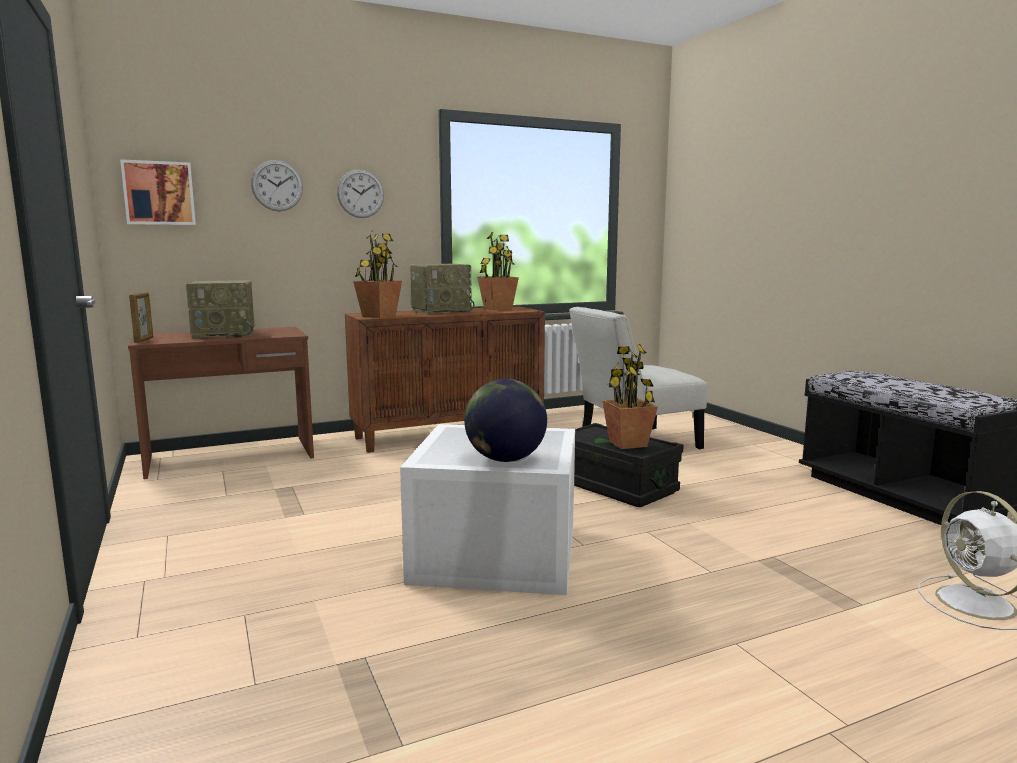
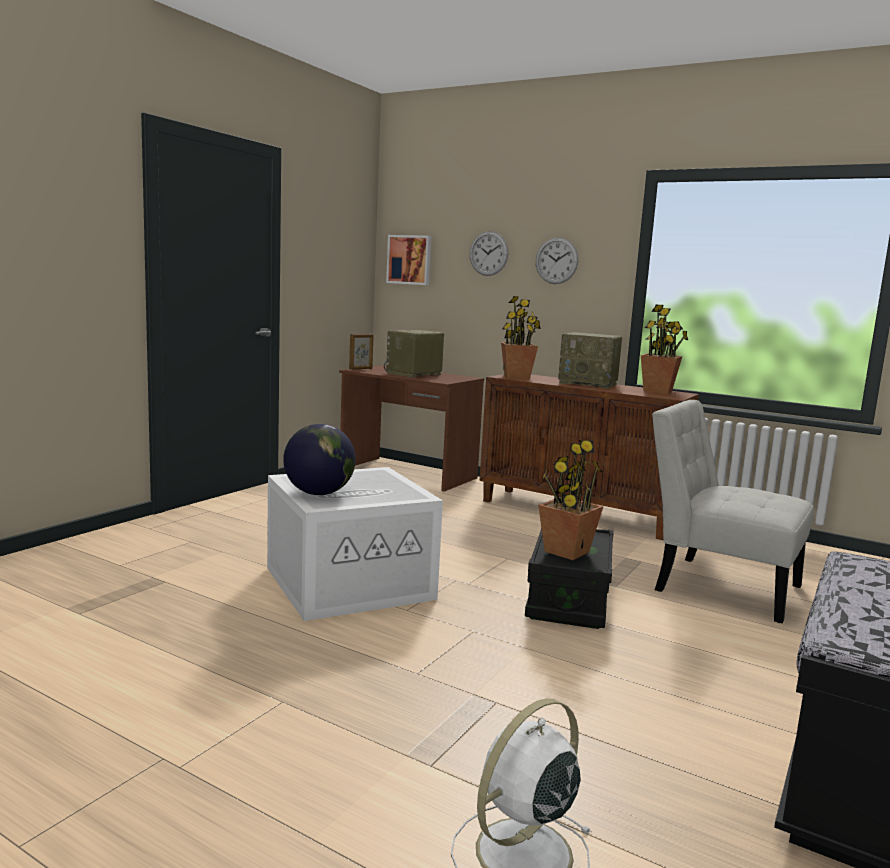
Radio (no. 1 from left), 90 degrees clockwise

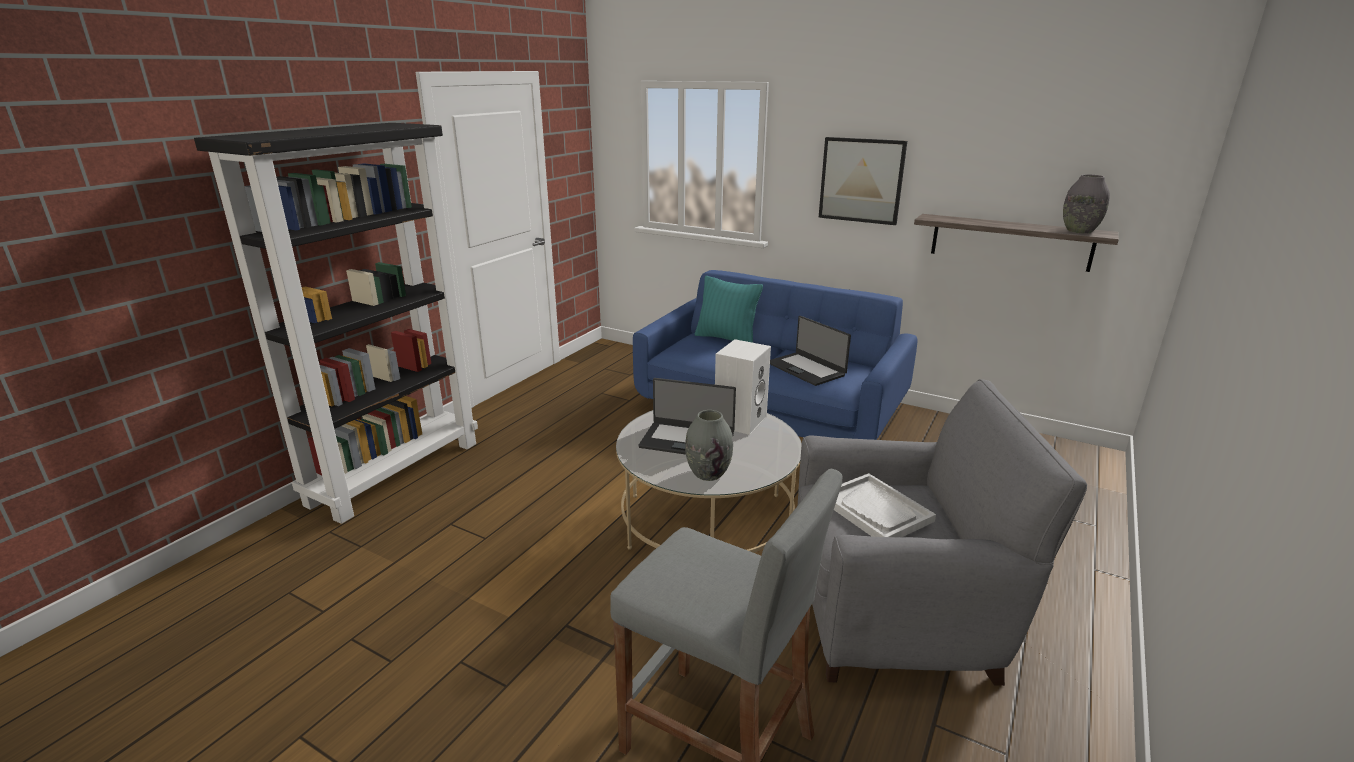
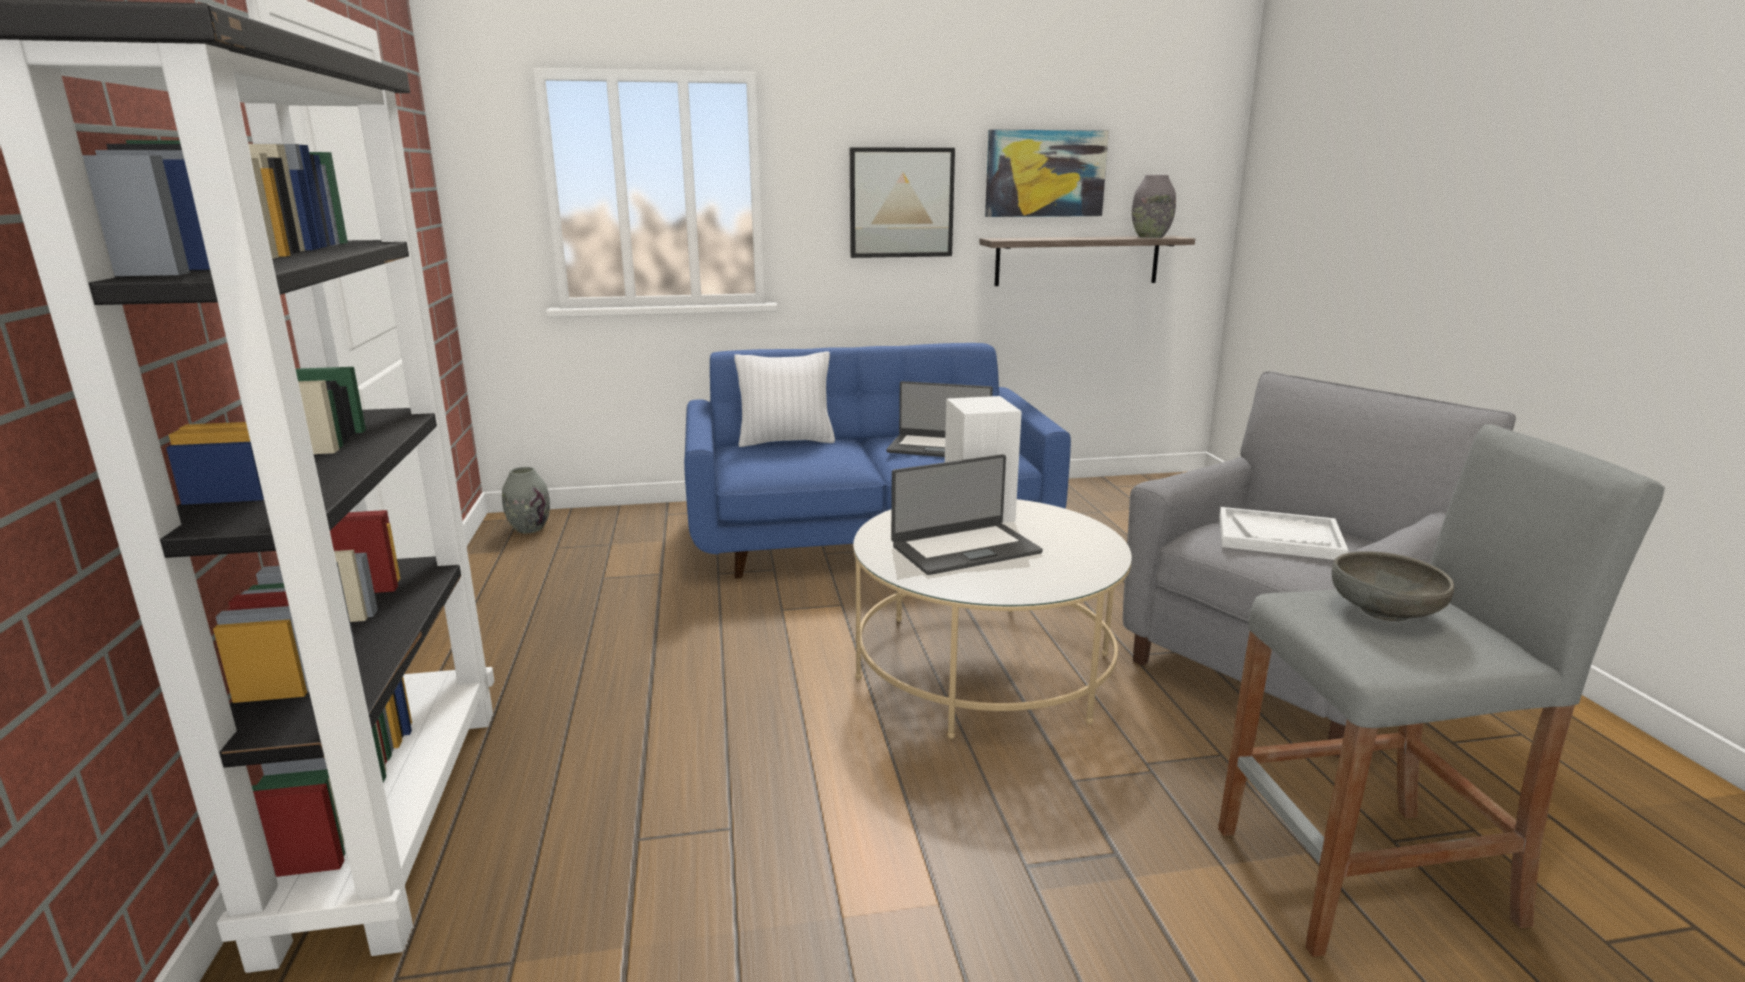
Vase (grau) (no. 1 from left), relocated
Kissen (türkis) → Kissen (weiß)
- → Bild (no. 2 from left)
- → Schüssel (grau)

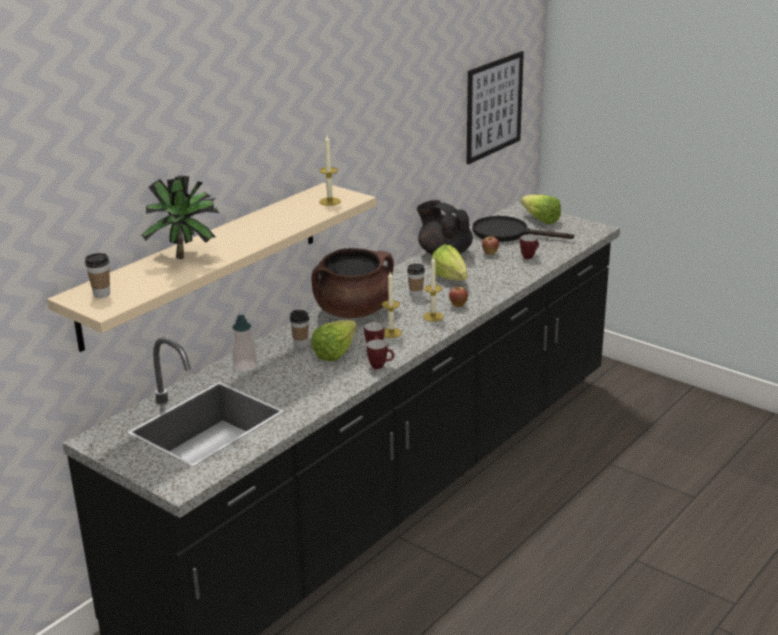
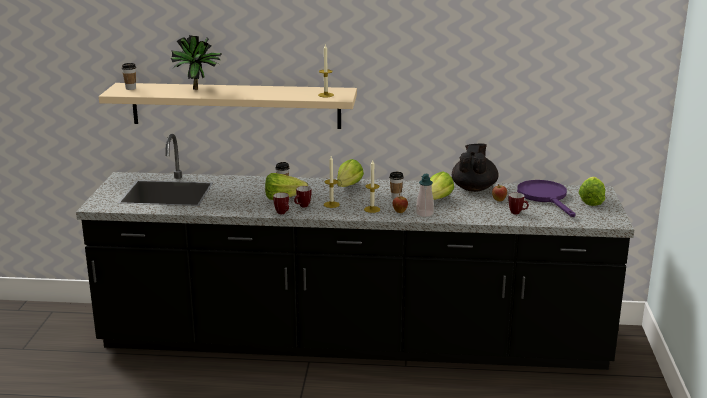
Kochtopf (braun) → Salatkopf (no. 2 from left)
Seifenspender, relocated
Pfanne (schwarz) → Pfanne (lila)
Bild → -

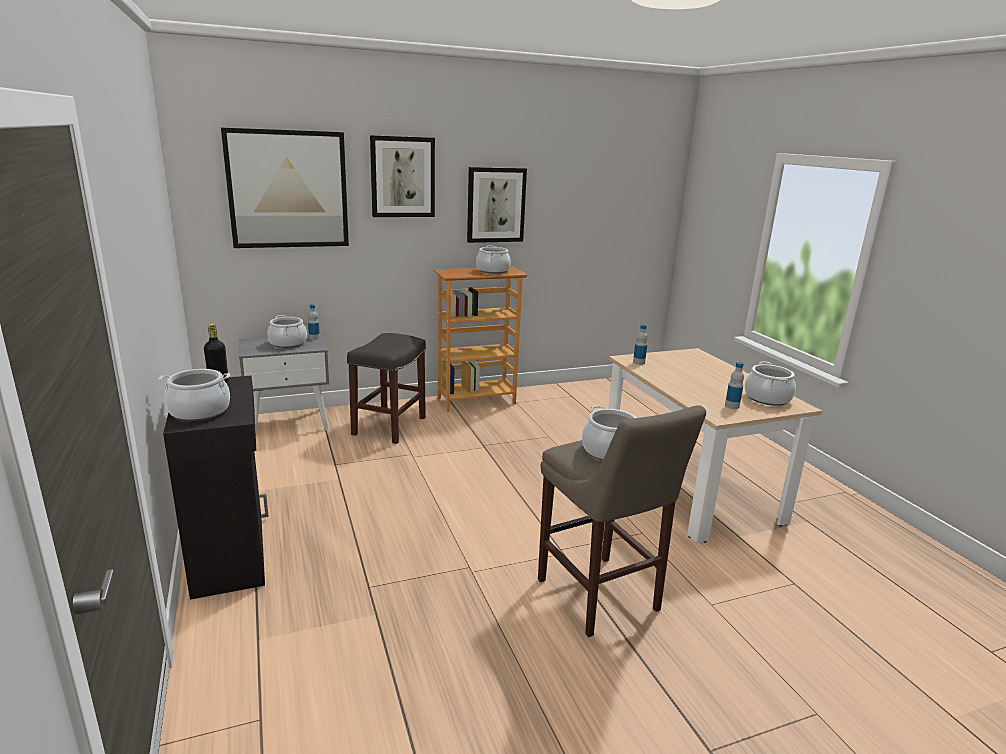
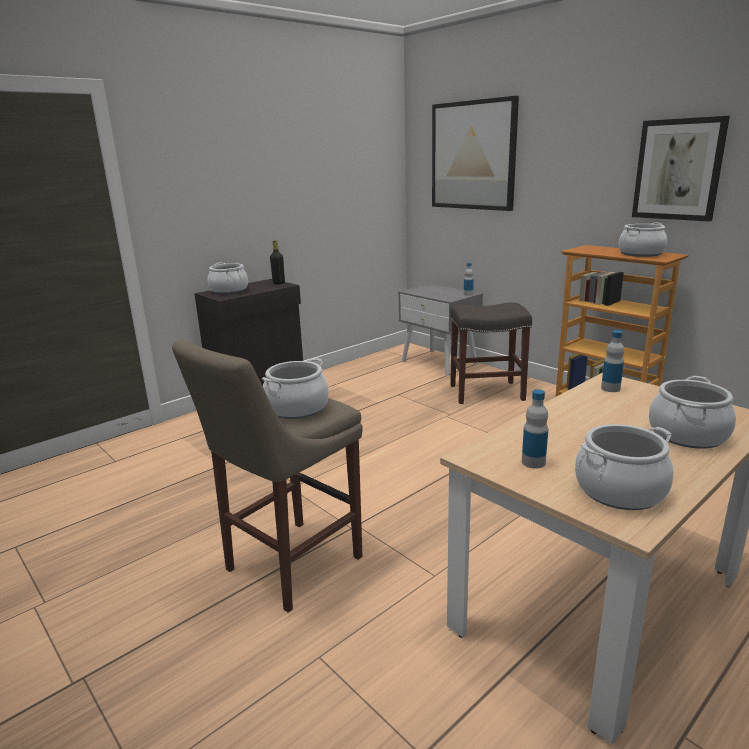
Kochtopf (no. 2 from left in the first image) → Kochtopf (no. 5 from left), relocated
Bild (no. 2 from left) → -

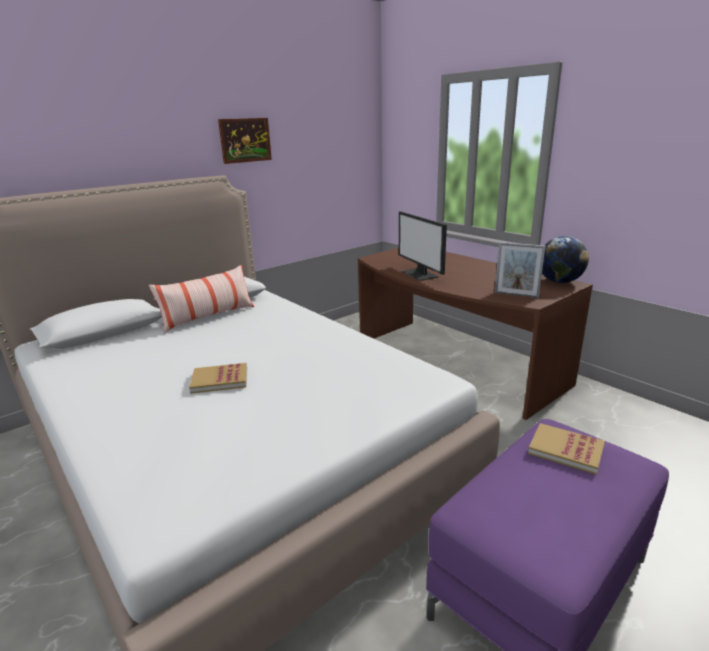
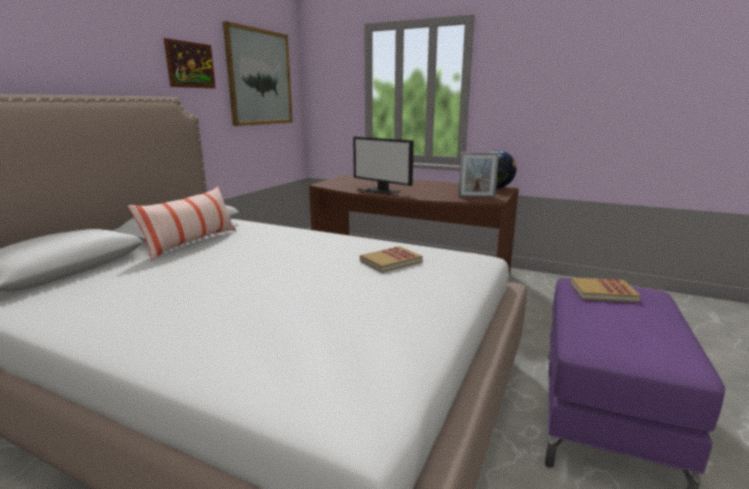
- → Bild (no. 2 from left)
Buch (no. 1 from left), relocated

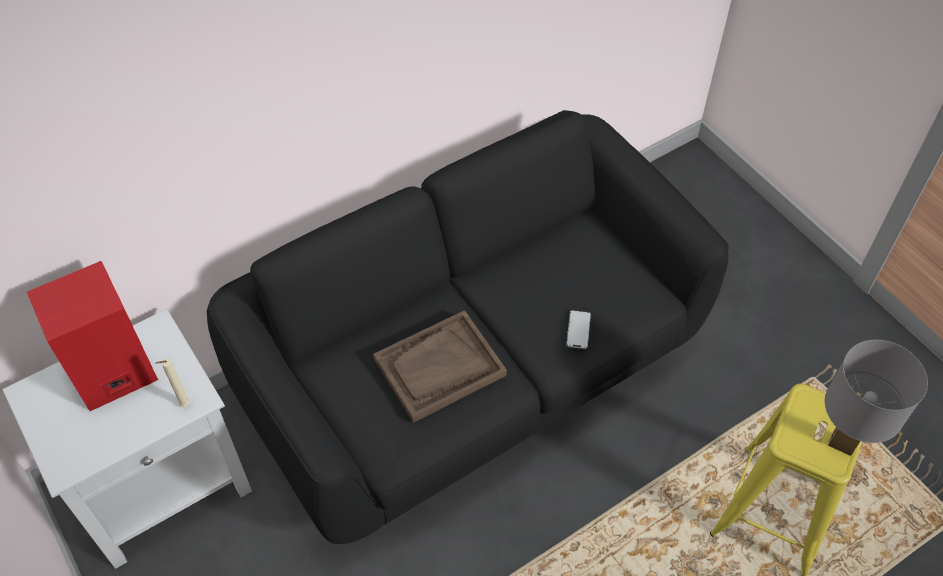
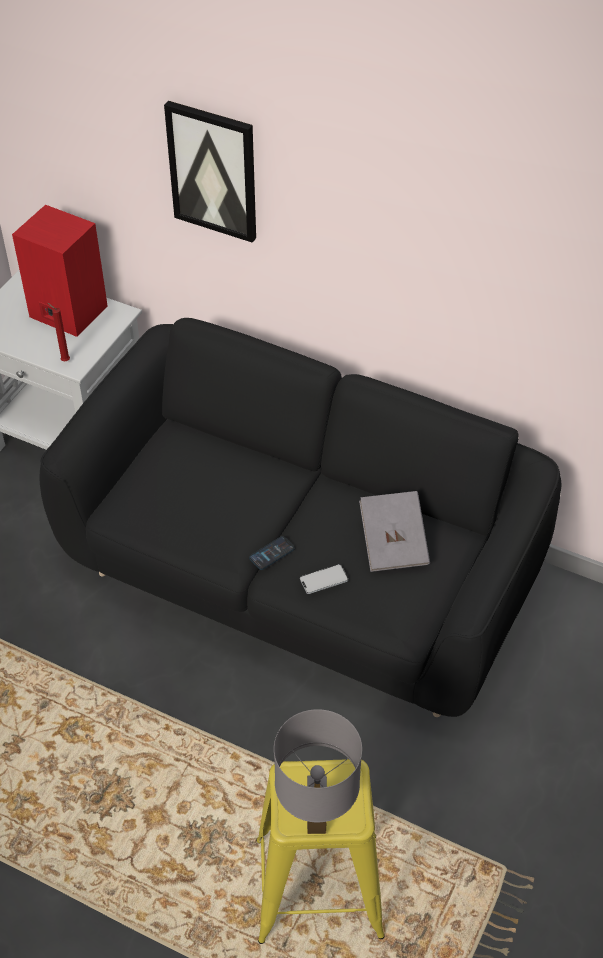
Kerze (beige) → Kerze (rot)
- → Bild
- → Handy (no. 1 from left)
- → Buch (grau)
Tablett (braun) → -

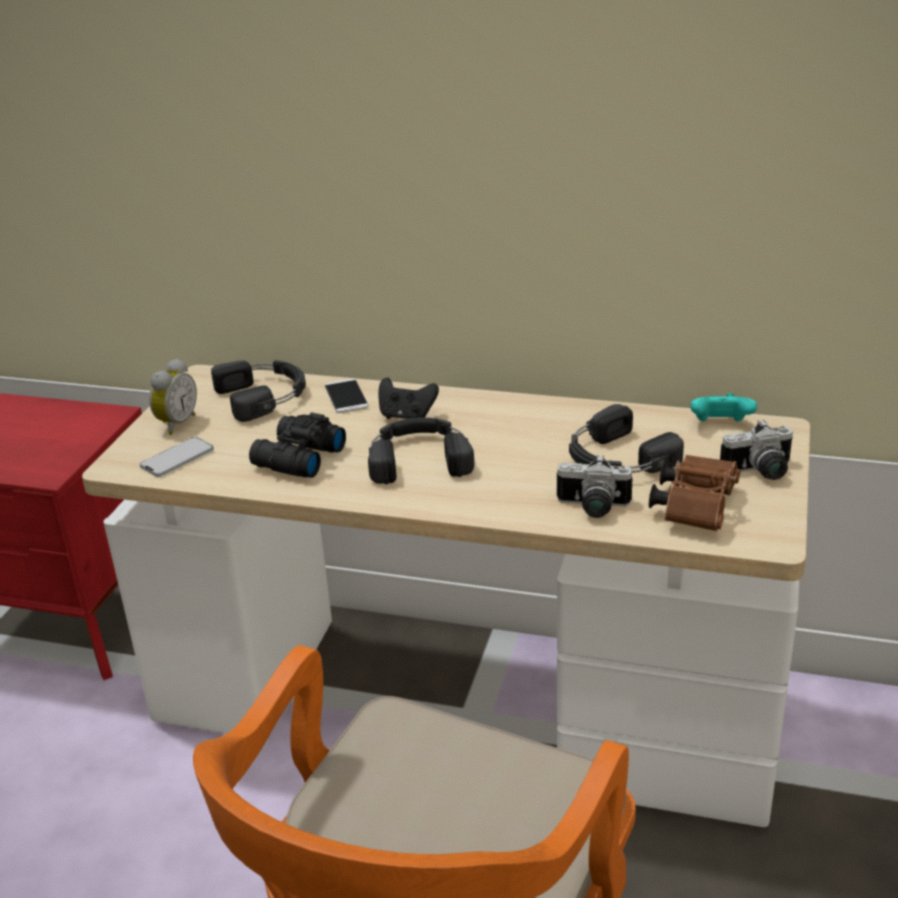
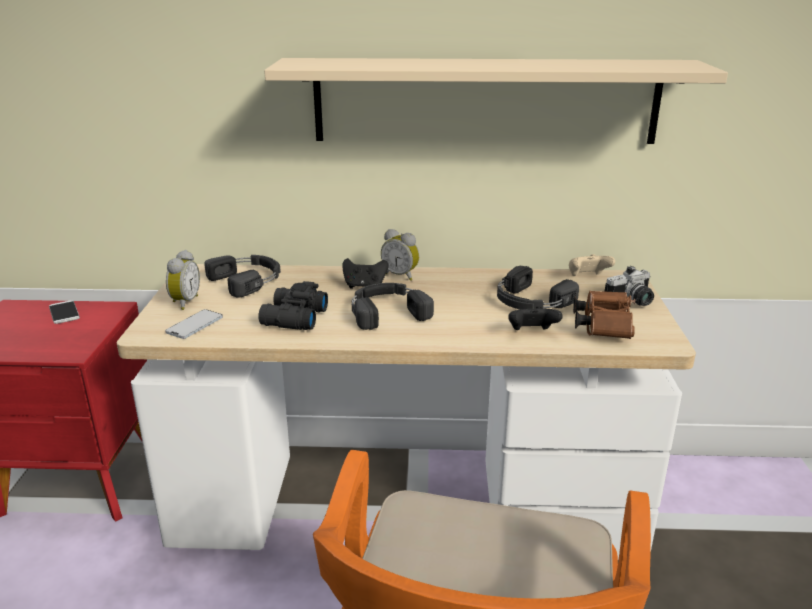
Handy (no. 2 from left in the first image) → Handy (no. 1 from left), relocated
- → Wandregal (beige)
- → Wecker (no. 2 from left)
Kamera (no. 1 from left) → Gamepad (schwarz) (no. 2 from left)
Gamepad (türkis) → Gamepad (beige)

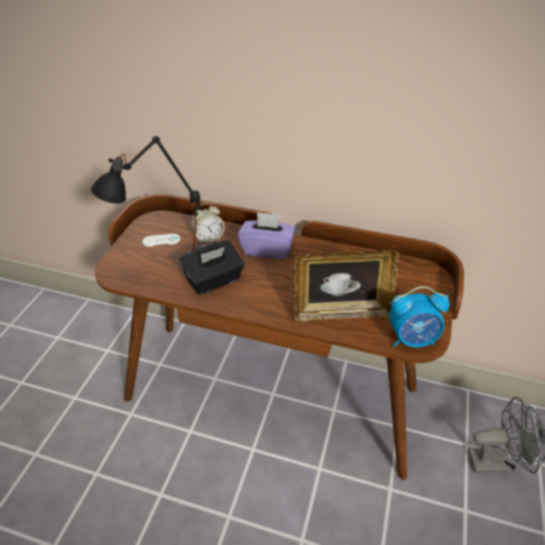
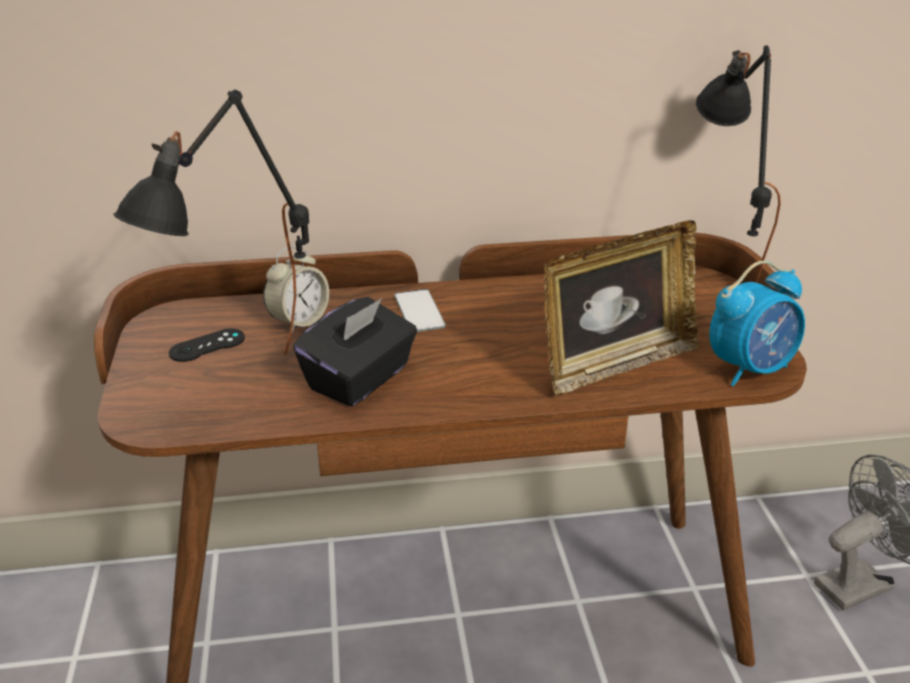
Gamepad (weiß) → Gamepad (schwarz)
Taschentuchbox (lila) → Handy
- → Tischlampe (schwarz) (no. 2 from left)

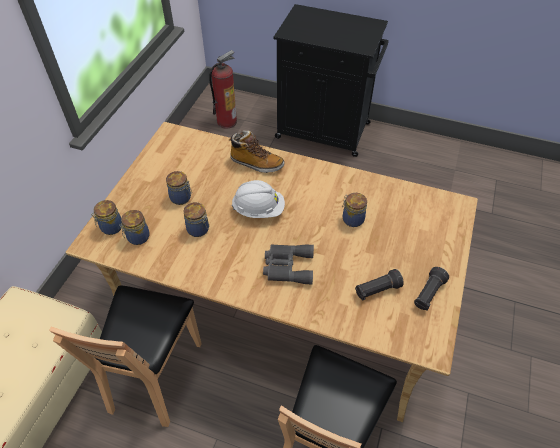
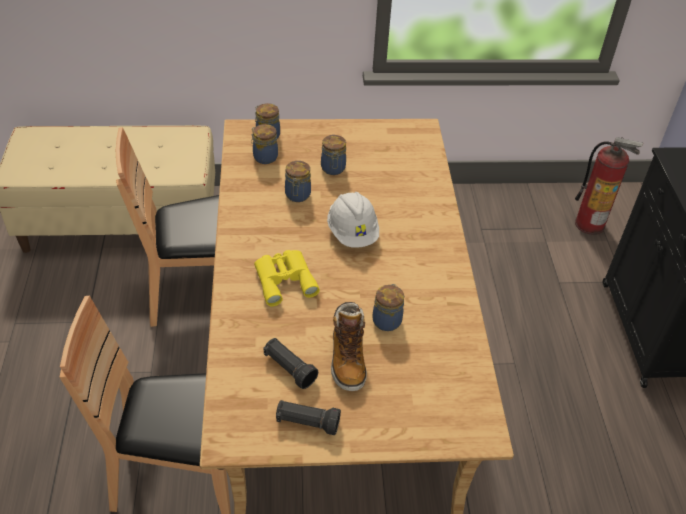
Fernglas (grau) → Fernglas (gelb)
Stiefel, relocated

